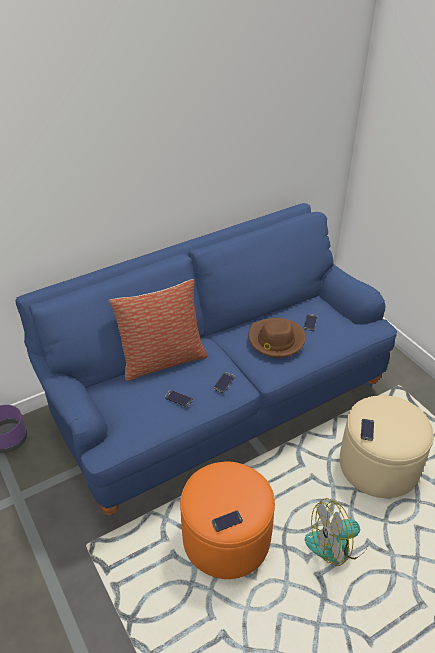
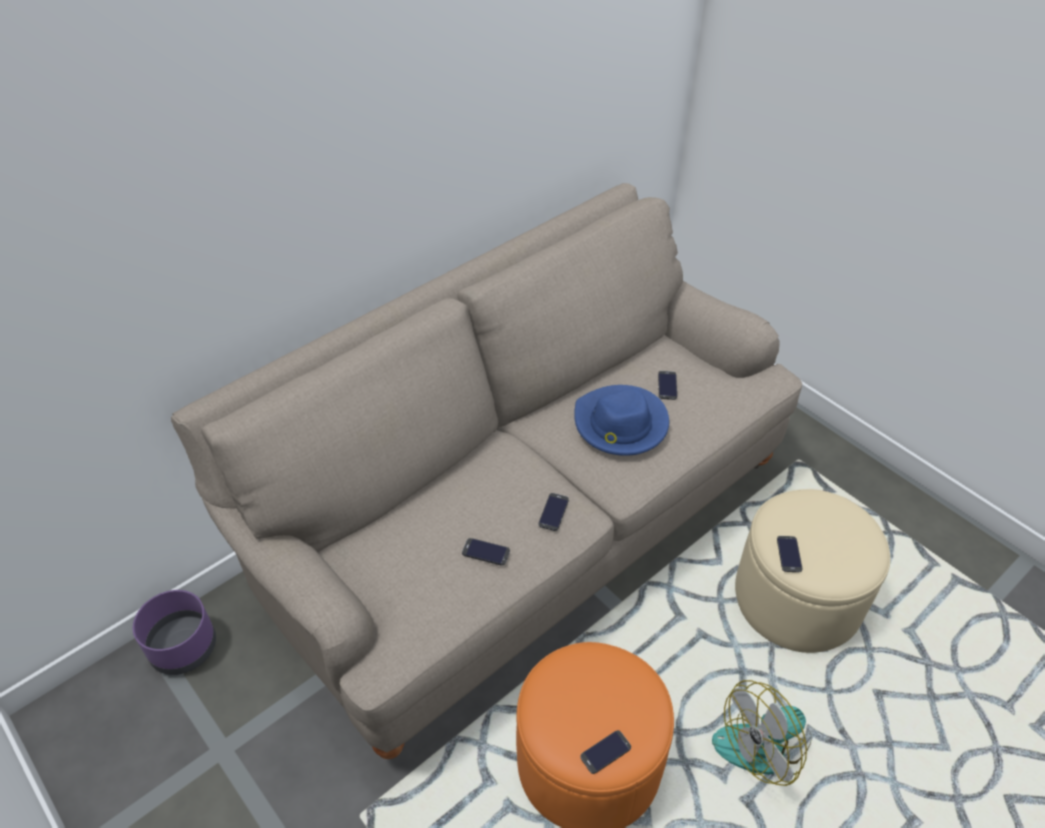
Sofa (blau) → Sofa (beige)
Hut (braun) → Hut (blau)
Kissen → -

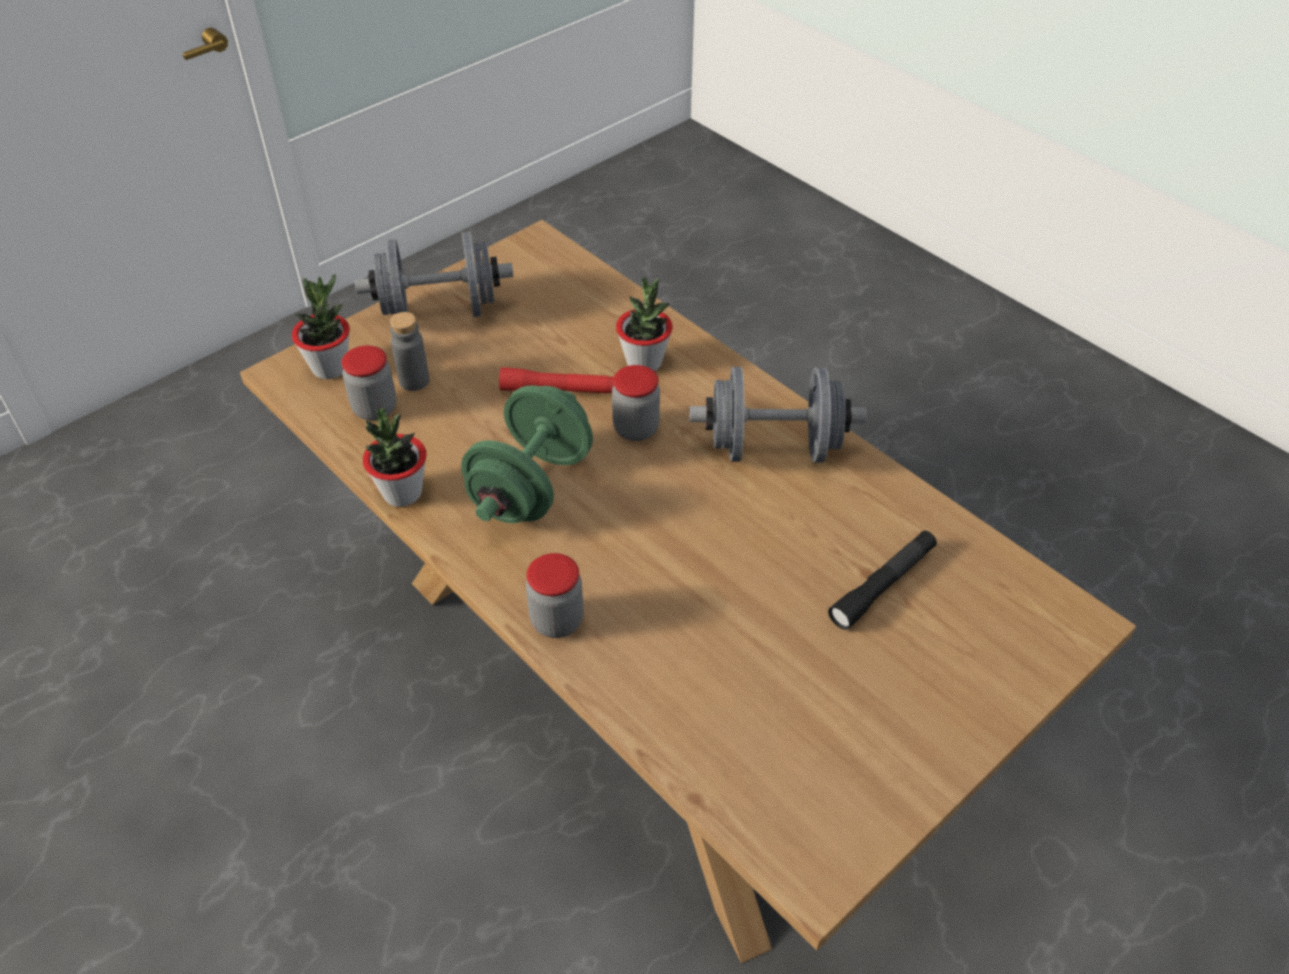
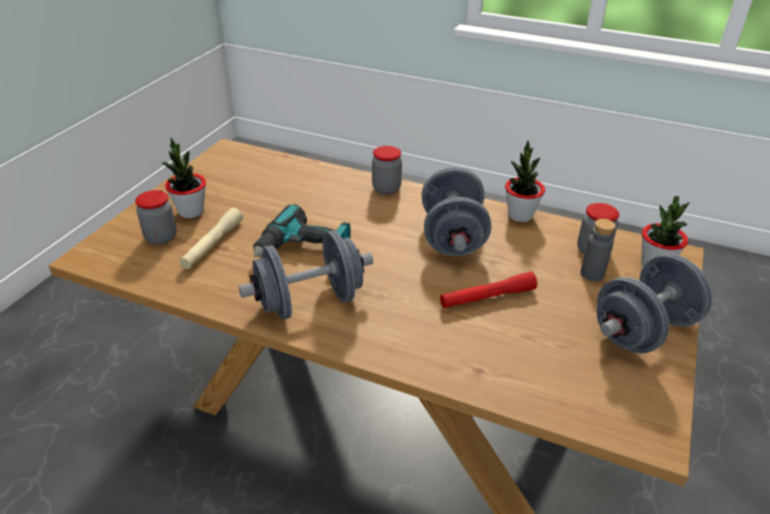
Vorratsglas (no. 3 from left in the first image) → Vorratsglas (no. 1 from left), relocated
Topfpflanze (no. 3 from left in the first image) → Topfpflanze (no. 1 from left), relocated
Taschenlampe (schwarz) → Taschenlampe (beige)
- → Bohrmaschine
Hantel (grün) → Hantel (grau) (no. 2 from left)

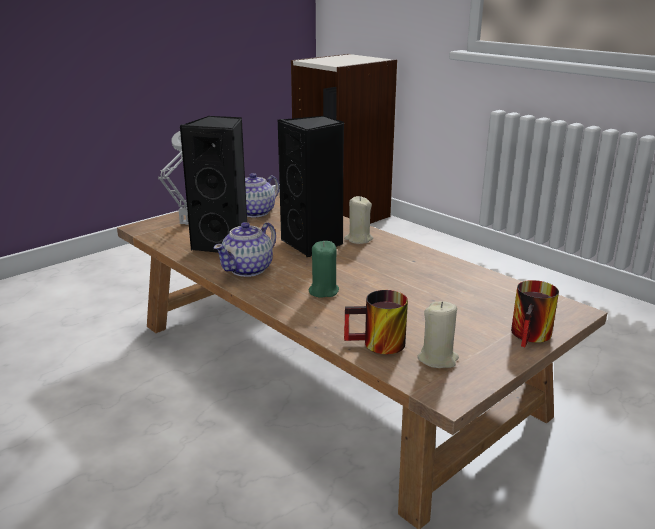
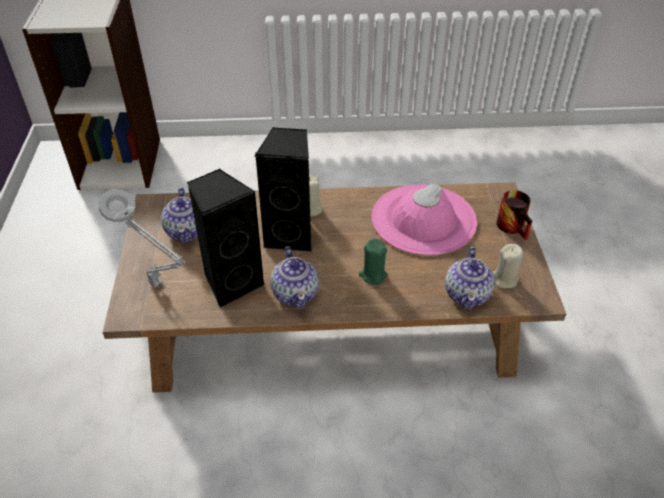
- → Hut (rosa)
Henkelbecher (no. 1 from left) → Teekanne (no. 3 from left)

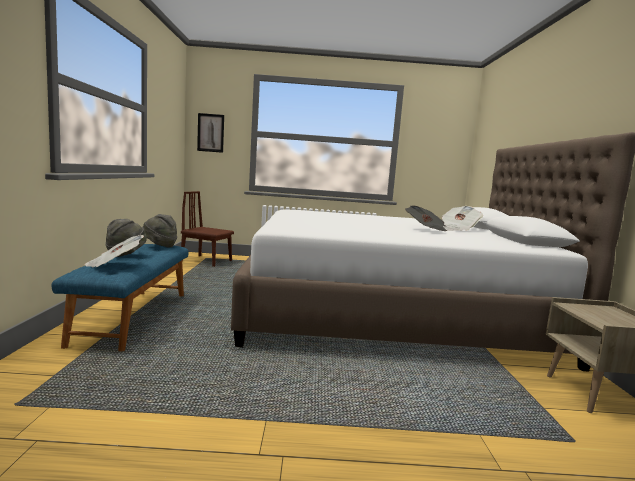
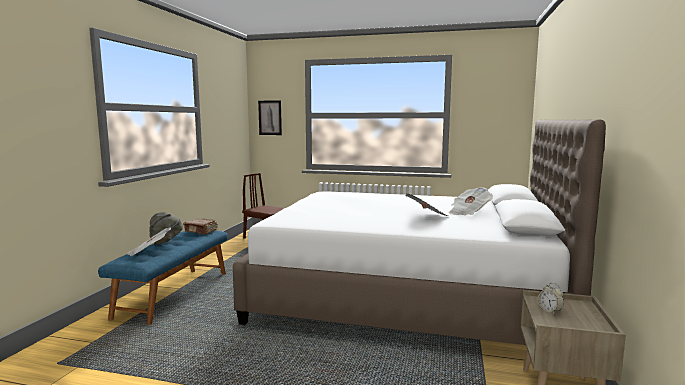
Hut (grau) (no. 2 from left) → Buch (braun)
- → Wecker

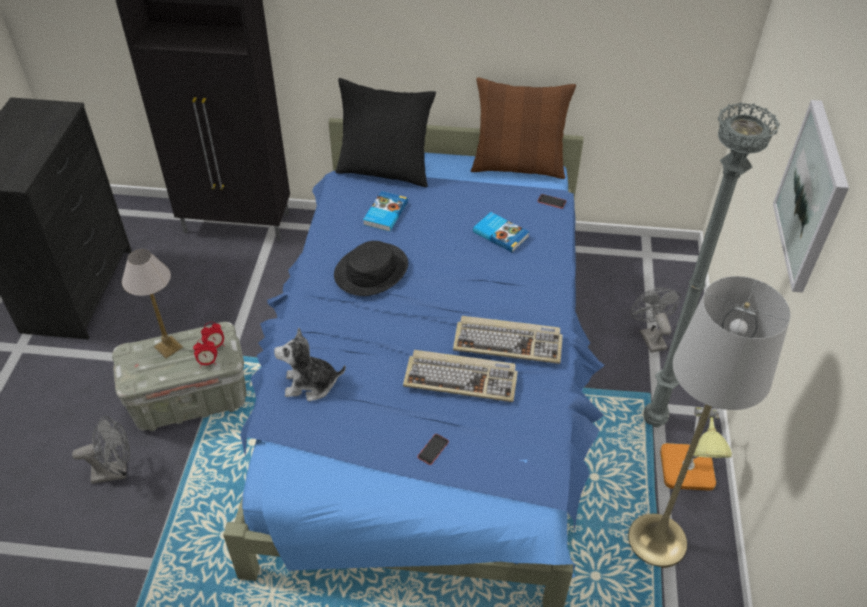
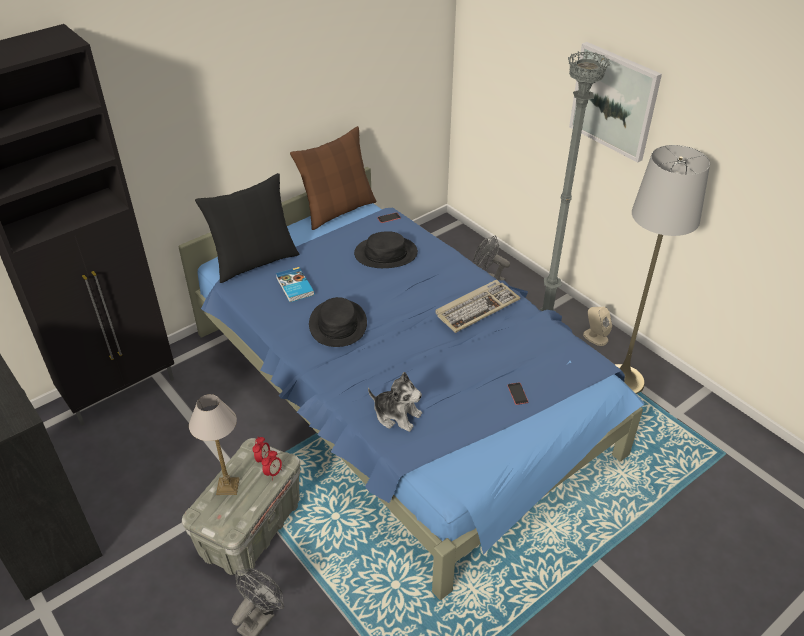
Buch (no. 2 from left) → Hut (schwarz) (no. 2 from left)
Plüschtier, 105 degrees counterclockwise
Tischlampe (no. 2 from left) → Lautsprecher (beige)
Tastatur (no. 1 from left) → -

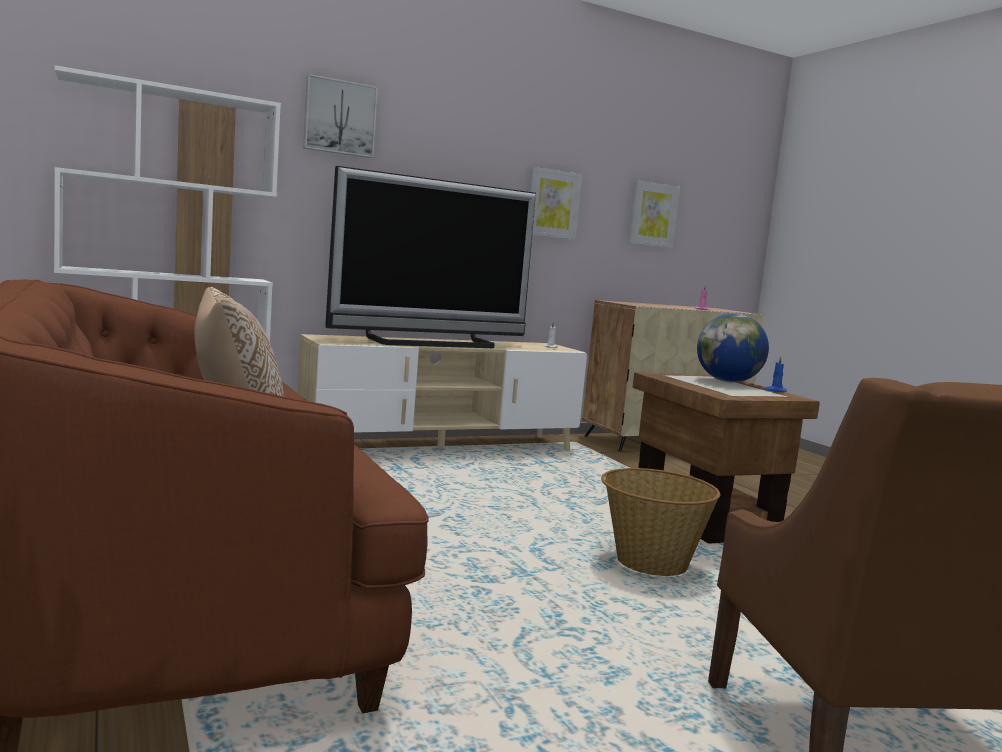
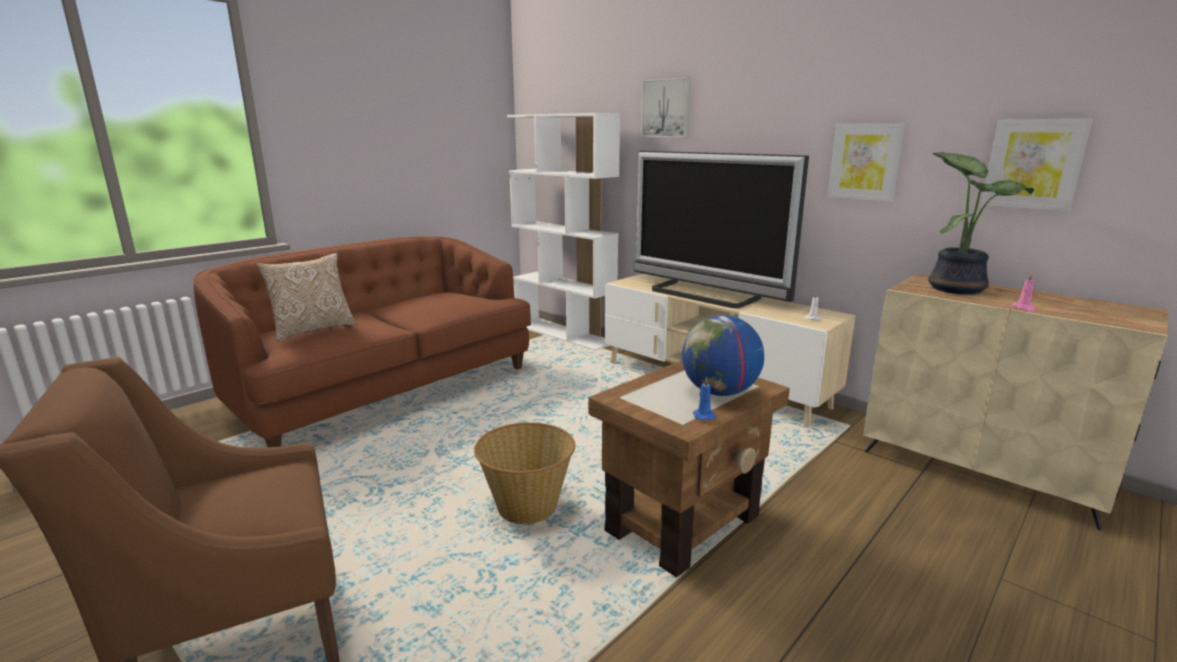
- → Topfpflanze

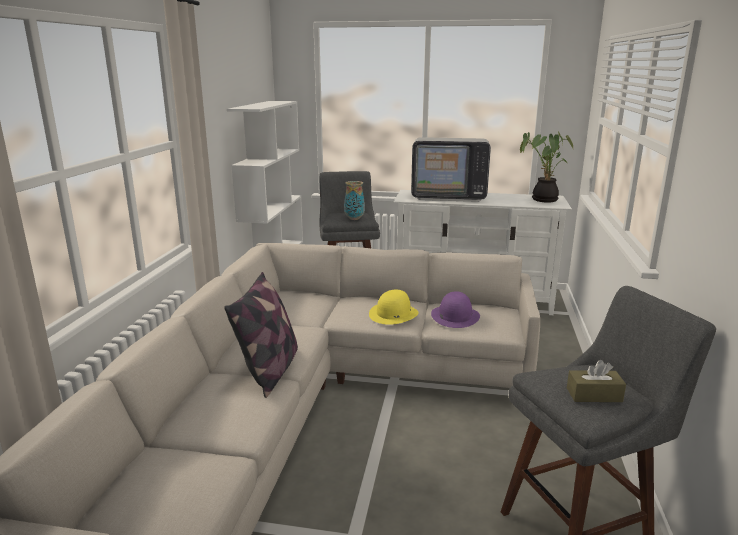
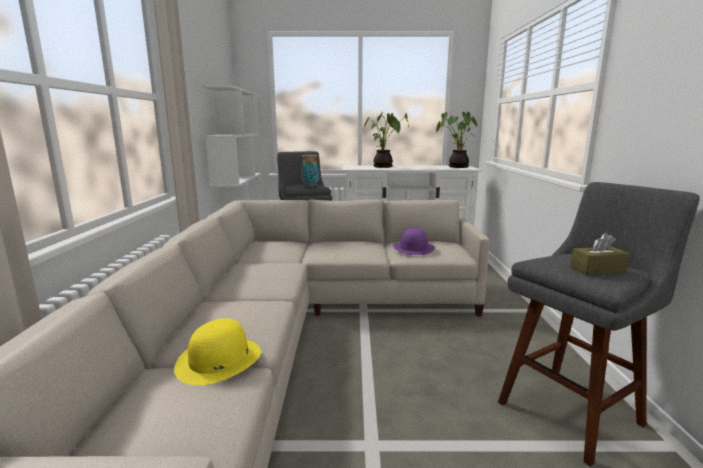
Hut (gelb), relocated
Fernseher → Topfpflanze (no. 1 from left)
Kissen → -

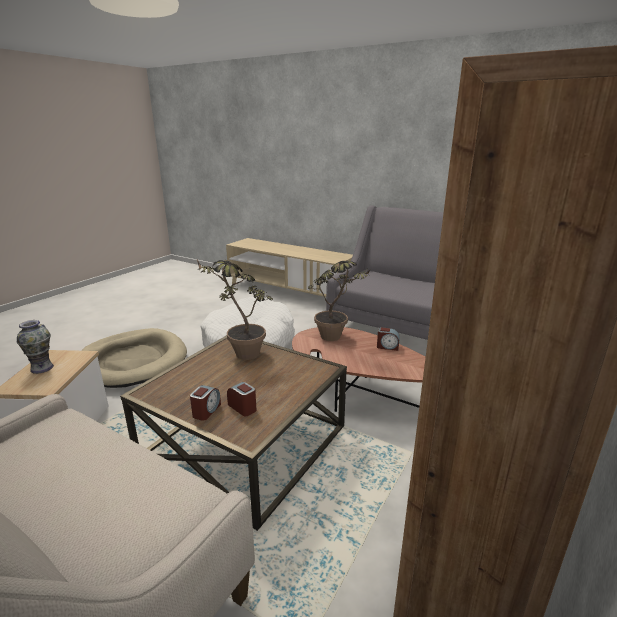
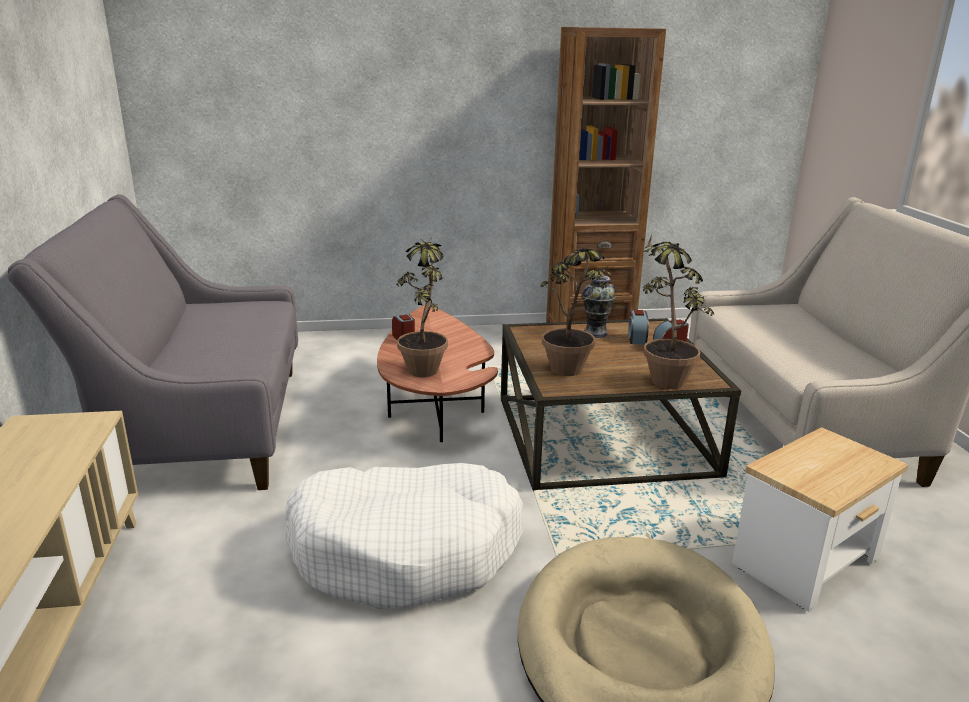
Vase, relocated
- → Topfpflanze (no. 3 from left)

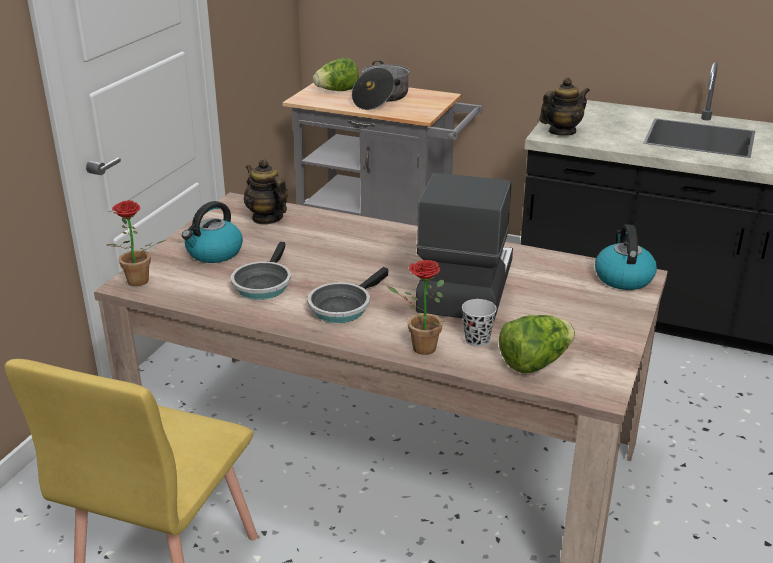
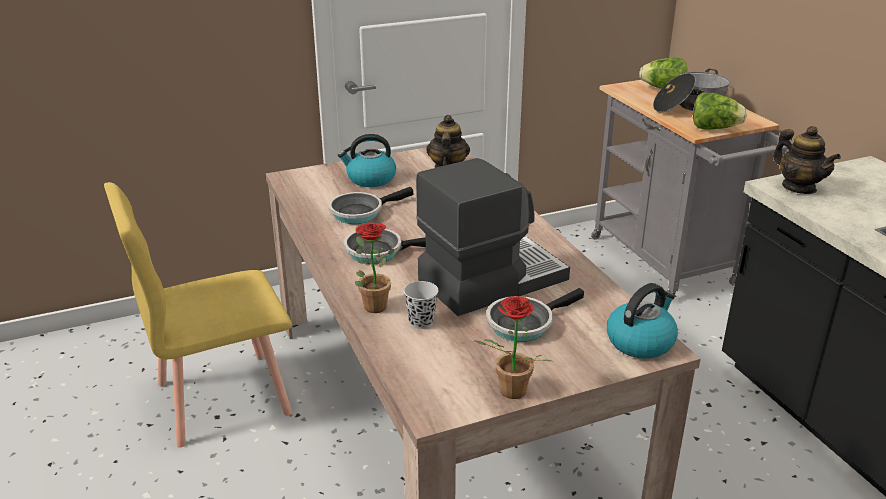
Topfpflanze (no. 1 from left in the first image) → Topfpflanze (no. 2 from left), relocated
- → Pfanne (no. 3 from left)
Salatkopf (no. 2 from left), relocated
Teekanne (no. 2 from left), 45 degrees clockwise

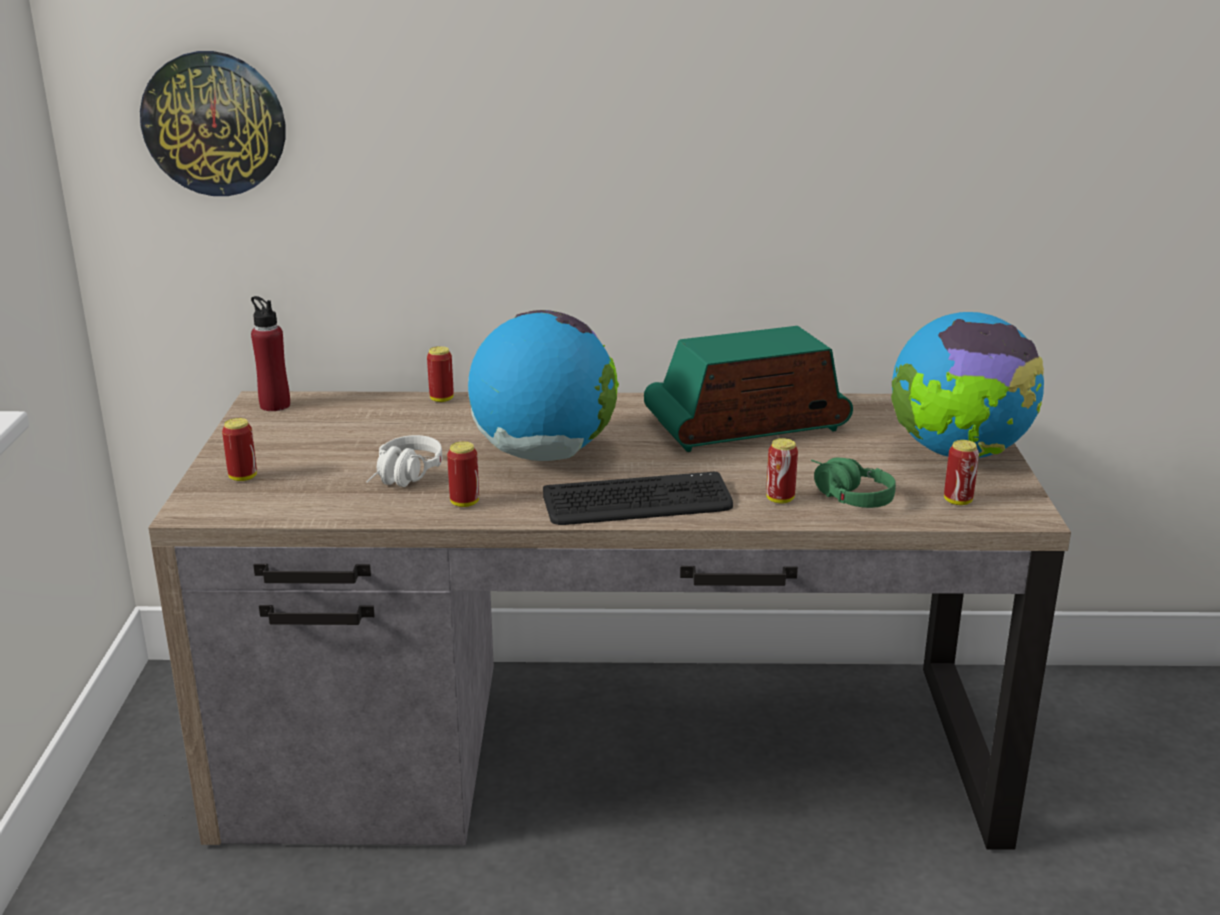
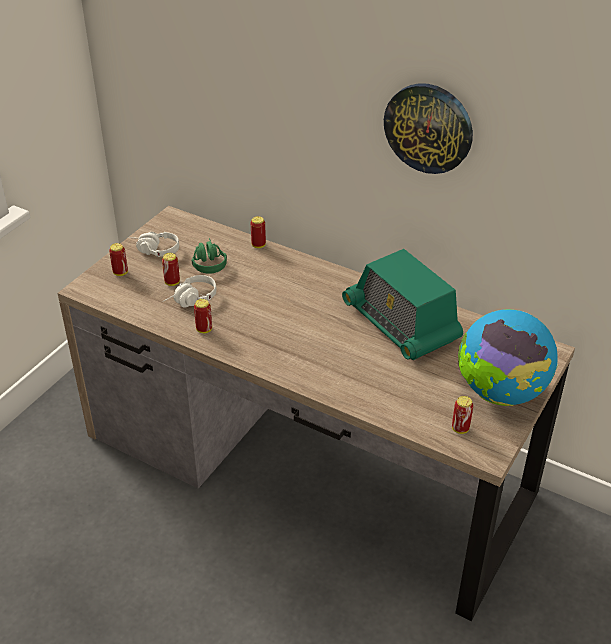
- → Kopfhörer (weiß) (no. 1 from left)
Dose (no. 4 from left in the first image) → Dose (no. 2 from left), relocated
Kopfhörer (grün), relocated
Radio, 135 degrees counterclockwise
Wanduhr, relocated
Flasche (rot) → -
Globus (no. 1 from left) → -
Tastatur → -

